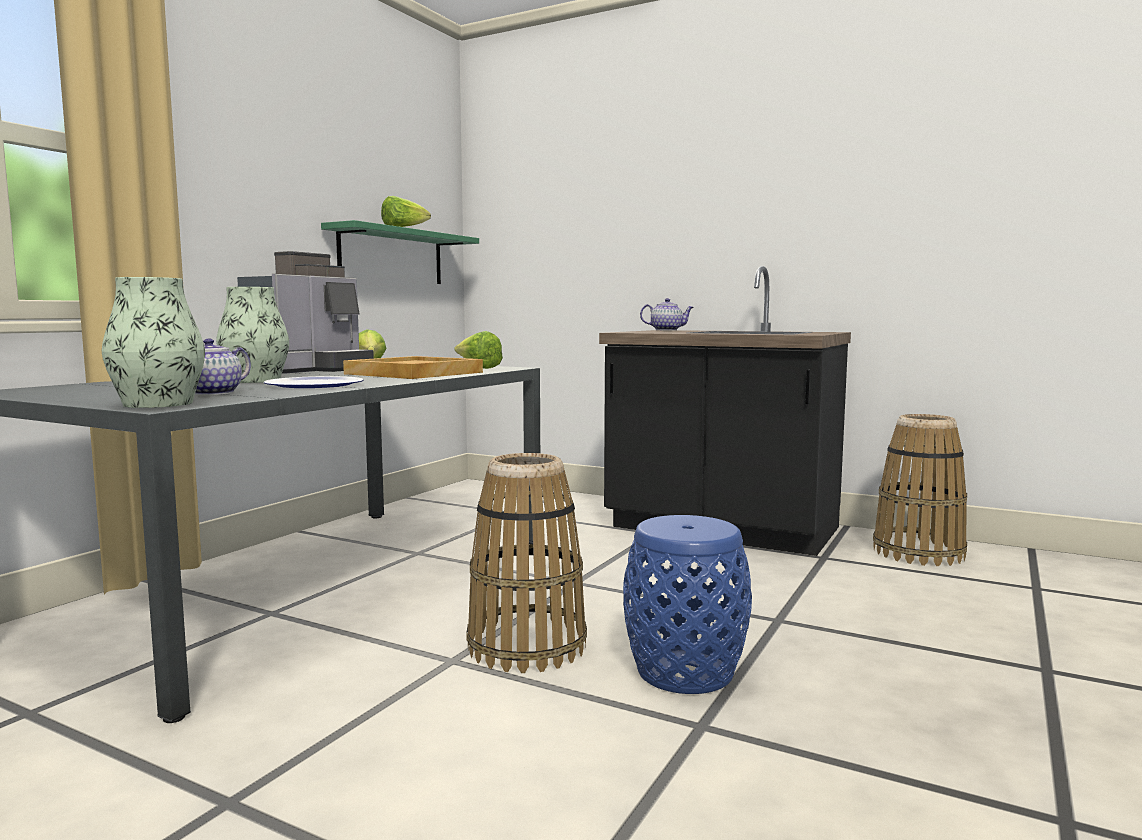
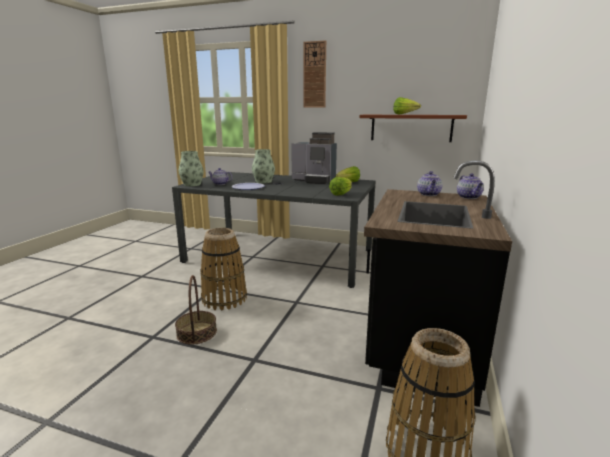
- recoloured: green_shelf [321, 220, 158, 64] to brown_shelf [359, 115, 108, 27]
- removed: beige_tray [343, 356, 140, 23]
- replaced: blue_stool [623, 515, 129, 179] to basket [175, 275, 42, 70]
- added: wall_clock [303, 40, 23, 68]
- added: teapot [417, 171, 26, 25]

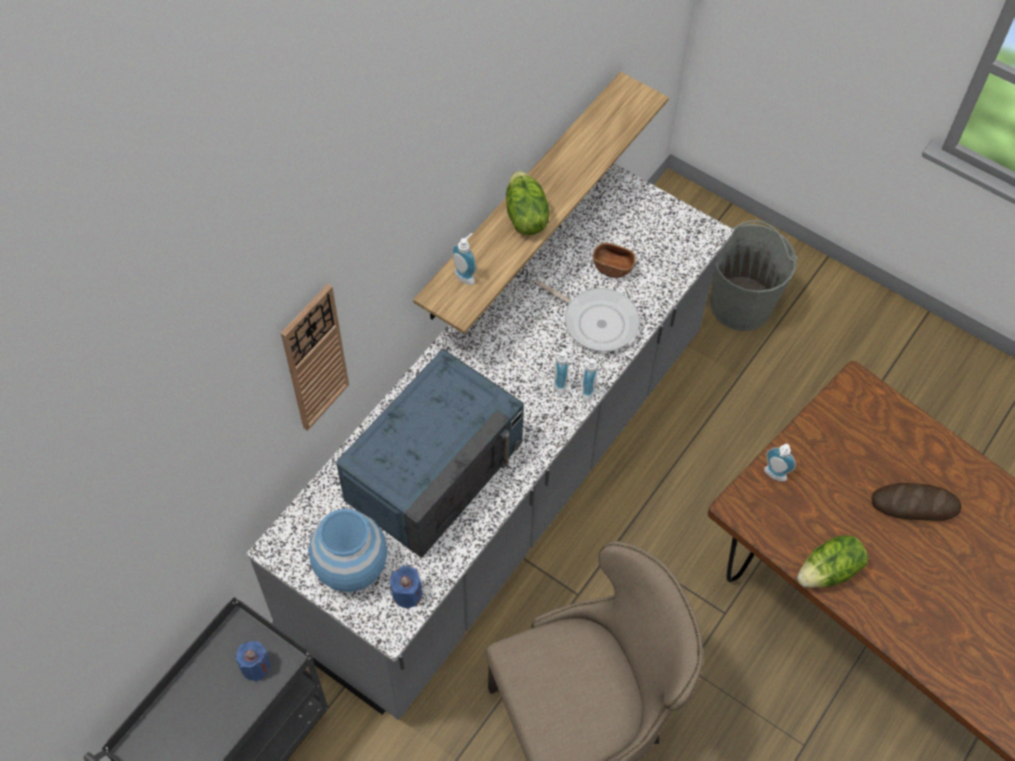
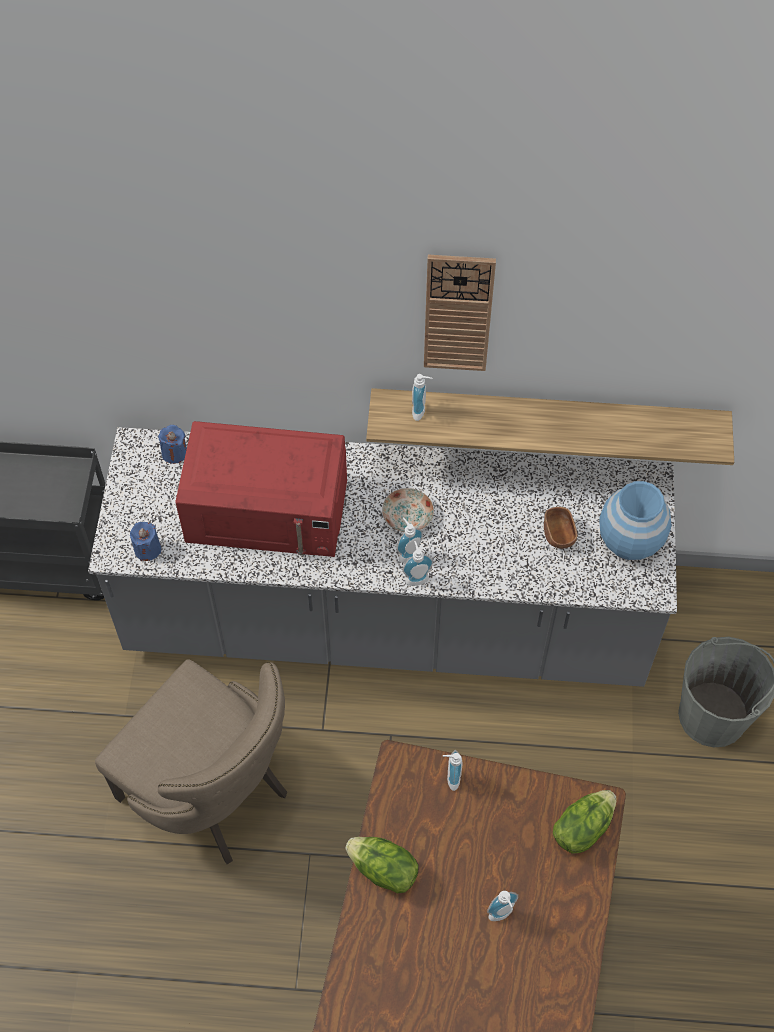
- moved: blue_candle [235, 641, 35, 41] to [158, 425, 29, 39]
- moved: wall_clock [281, 284, 68, 147] to [424, 255, 72, 116]
- moved: blue_vase [308, 508, 80, 84] to [599, 481, 72, 79]
- recoloured: blue_microwave [336, 349, 188, 209] to red_microwave [175, 421, 172, 136]
- moved: lettuce [506, 171, 44, 64] to [553, 790, 64, 63]
- removed: frying_pan [536, 280, 104, 72]
- replaced: bread [872, 483, 89, 38] to soap_dispenser [487, 891, 31, 30]
- added: plate [382, 488, 52, 44]

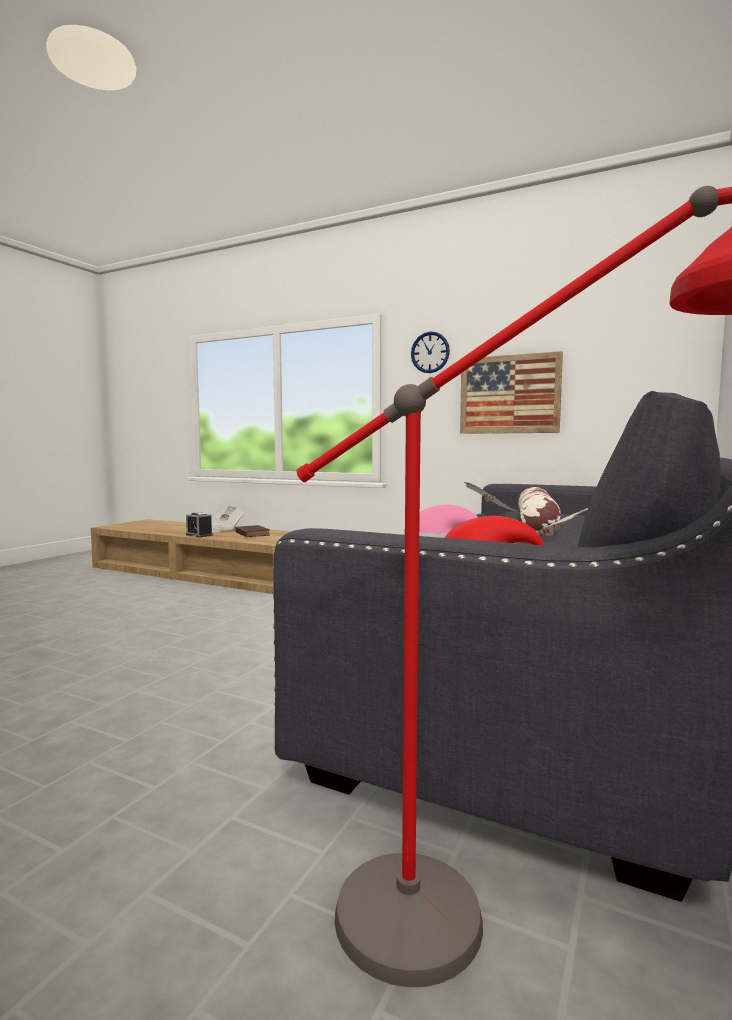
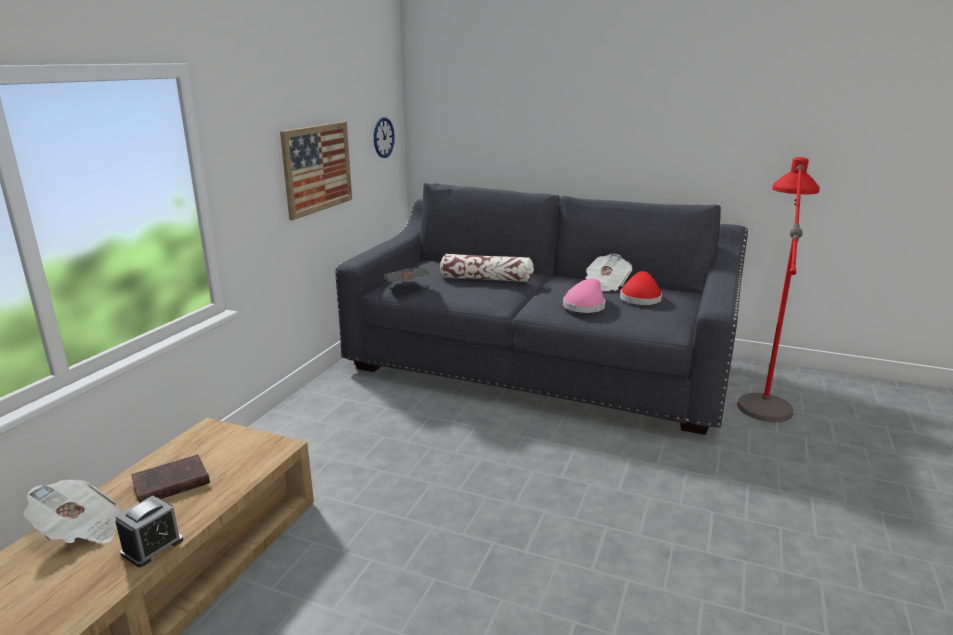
- moved: wall_clock [411, 331, 39, 42] to [374, 117, 21, 41]

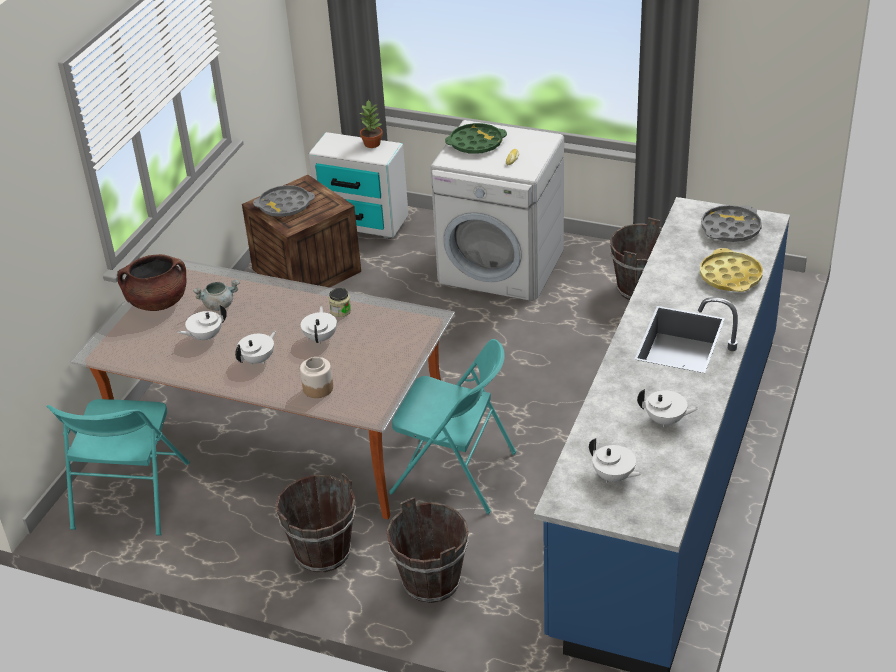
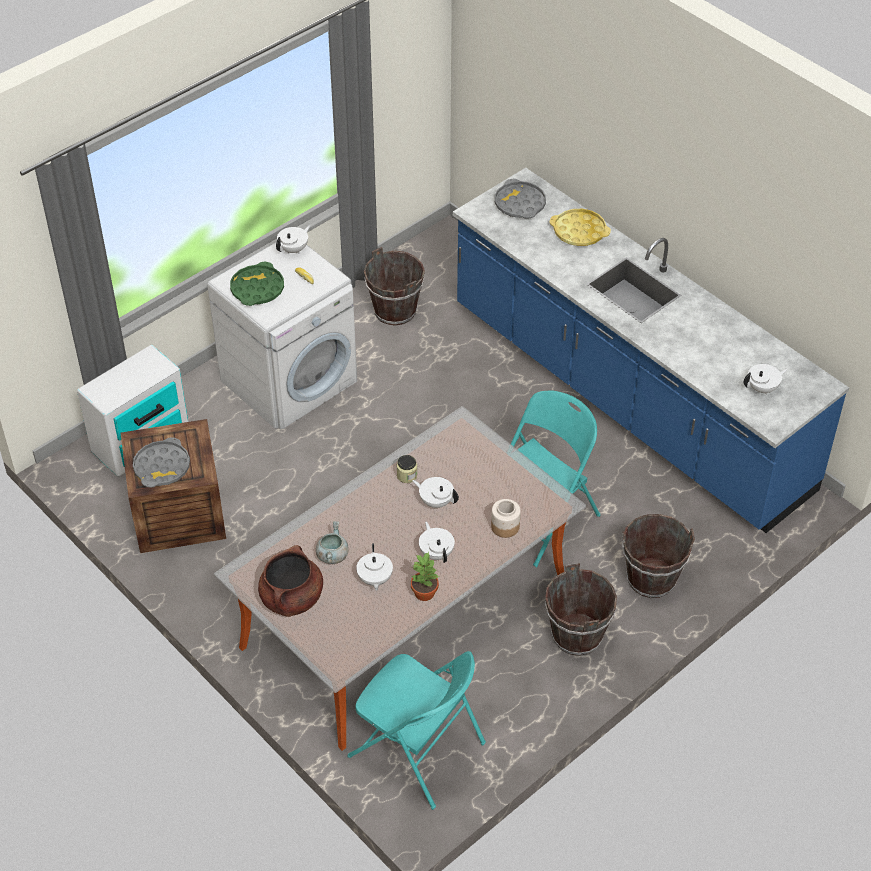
- moved: potted_plant [359, 99, 24, 49] to [411, 552, 29, 49]
- moved: white_teapot [637, 389, 62, 39] to [276, 225, 34, 28]

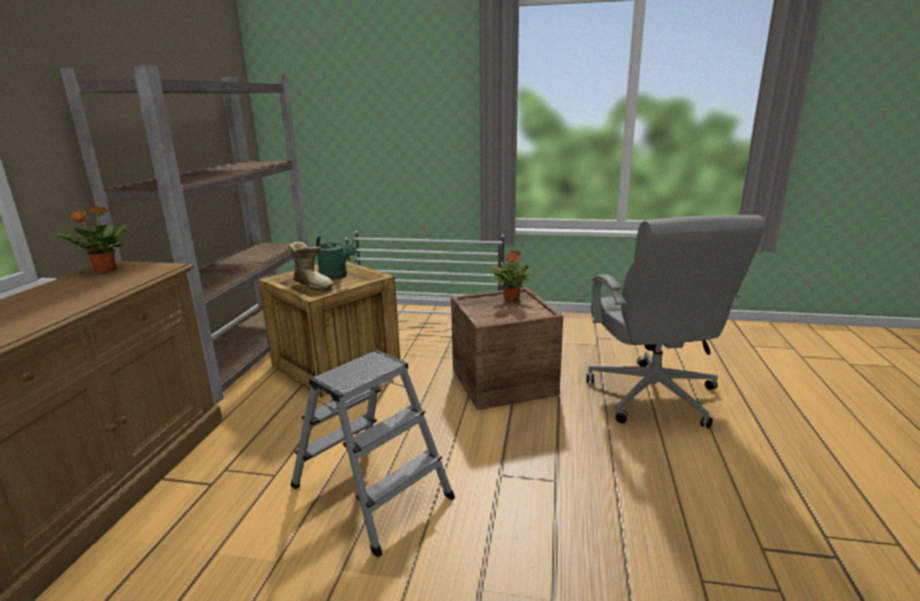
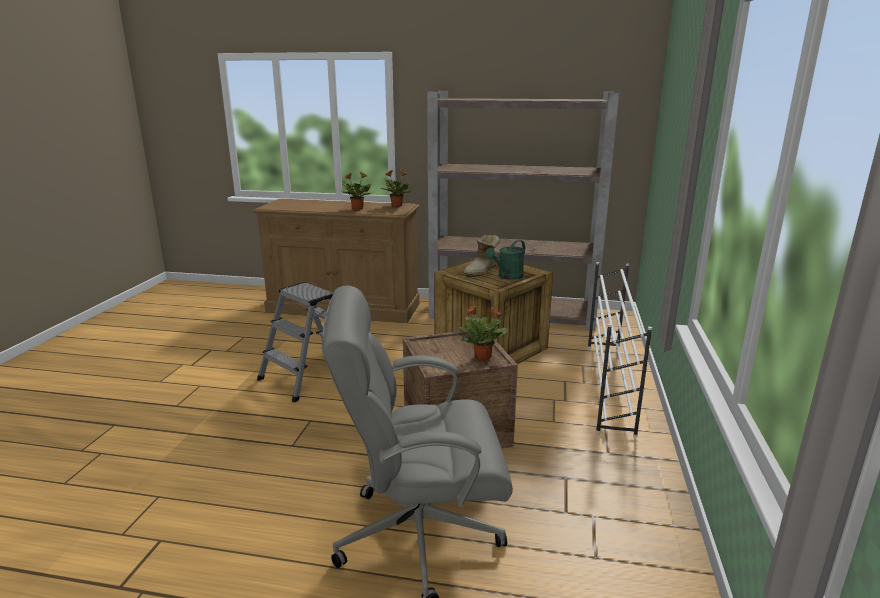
- added: potted_plant [343, 171, 28, 39]

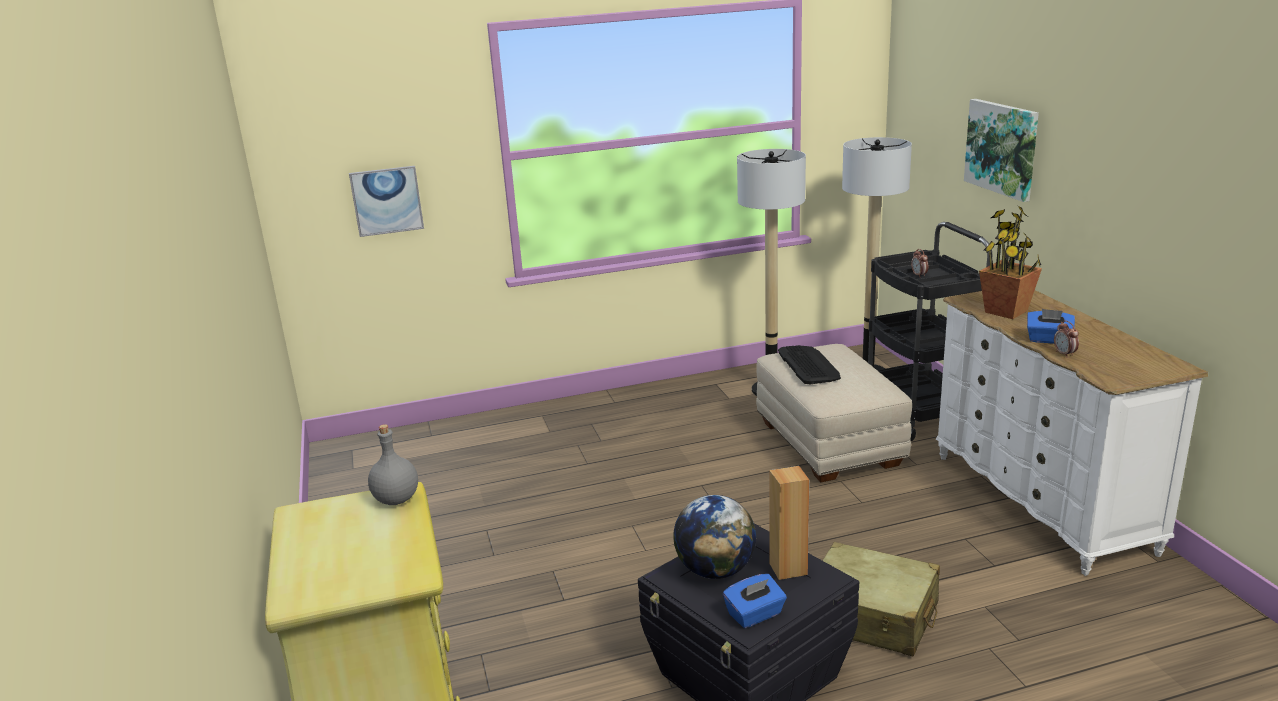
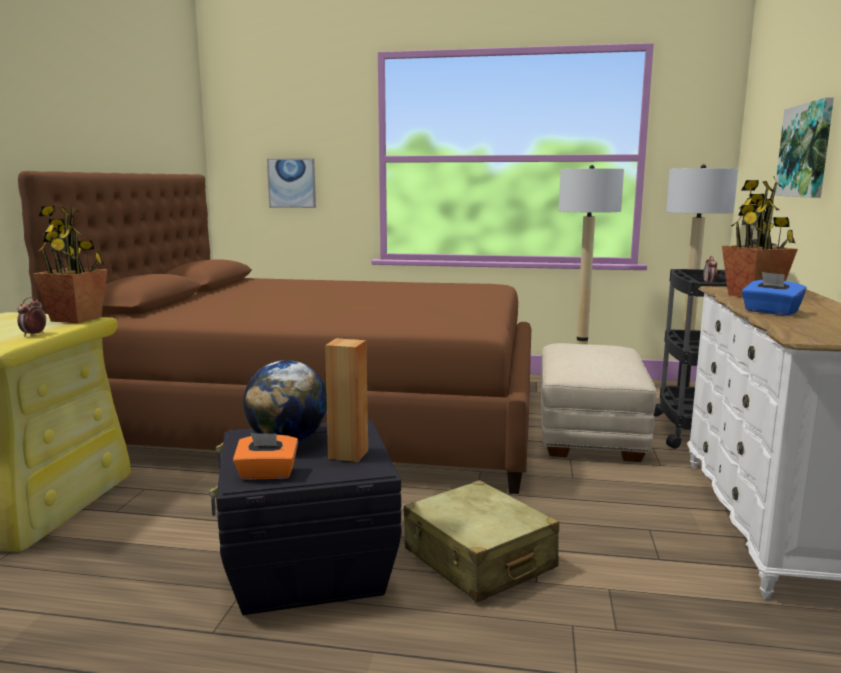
- replaced: grey_bottle [368, 424, 50, 81] to potted_plant [33, 202, 75, 121]
- recoloured: blue_tissue_box [723, 574, 64, 54] to orange_tissue_box [233, 433, 65, 47]
- removed: keyboard [778, 345, 63, 39]
- moved: alarm_clock [1054, 321, 25, 37] to [17, 297, 29, 40]
- added: brown_bed [18, 171, 513, 323]

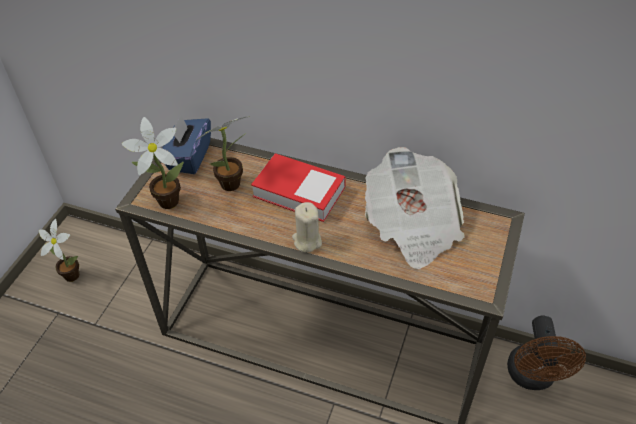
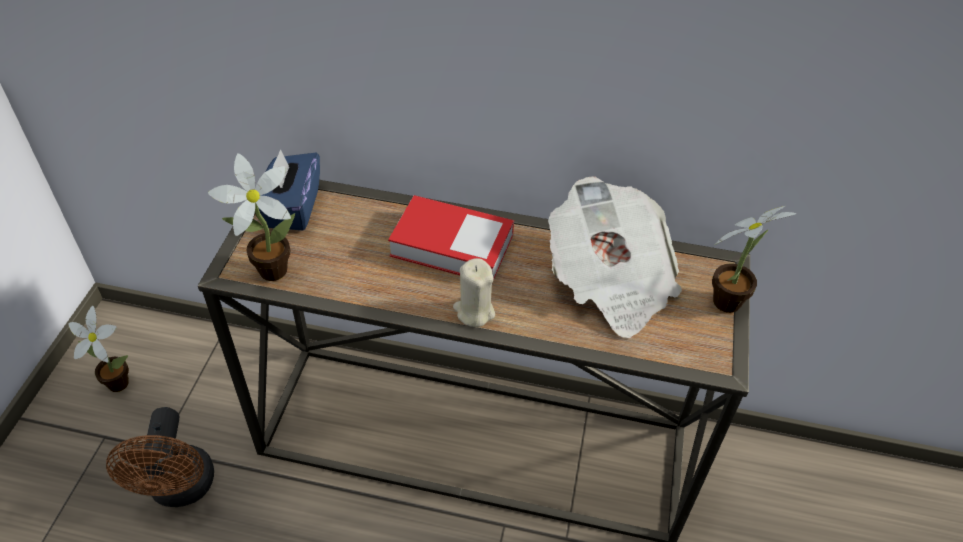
- moved: potted_plant [198, 116, 52, 75] to [712, 206, 84, 107]
- moved: brown_fan [507, 316, 79, 74] to [106, 407, 108, 100]

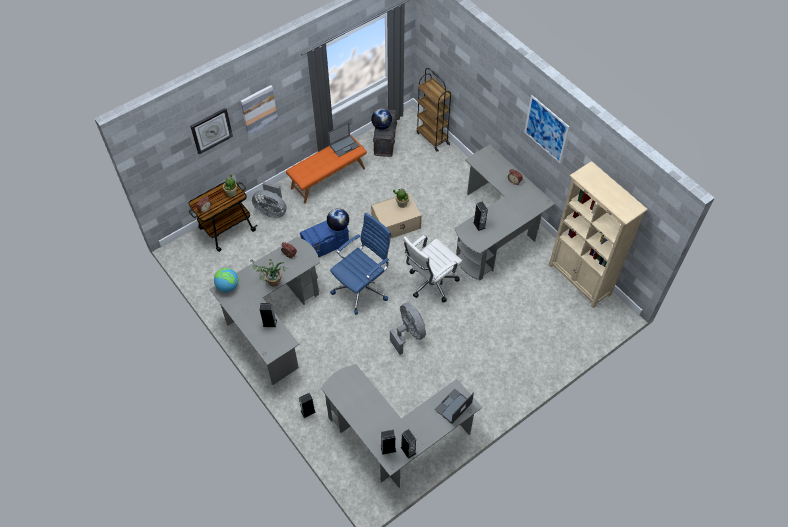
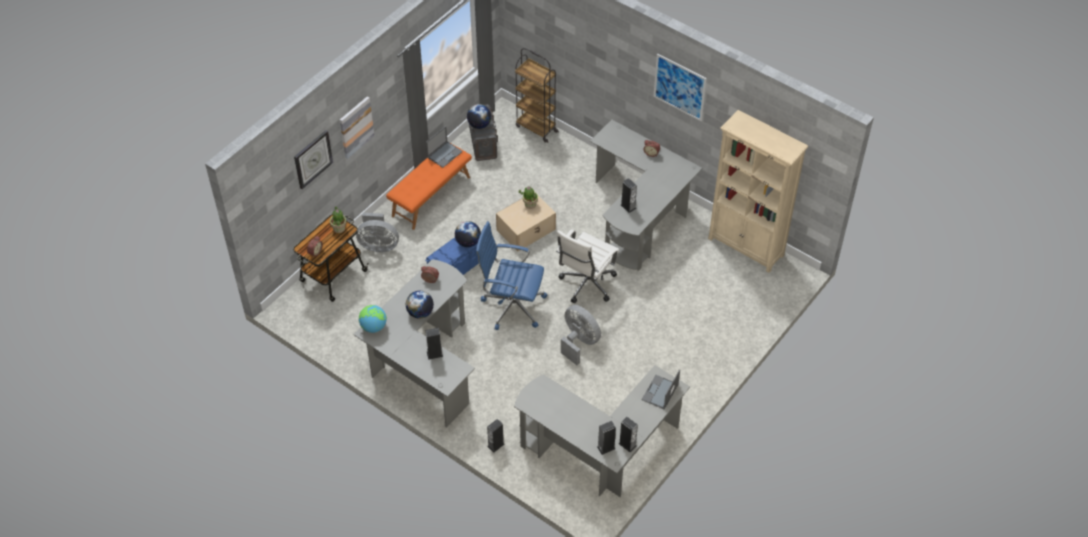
- replaced: potted_plant [250, 259, 40, 28] to globe [406, 291, 28, 28]
- turned: blue_office_chair [330, 213, 61, 102] = [476, 221, 72, 109] 105 degrees counterclockwise

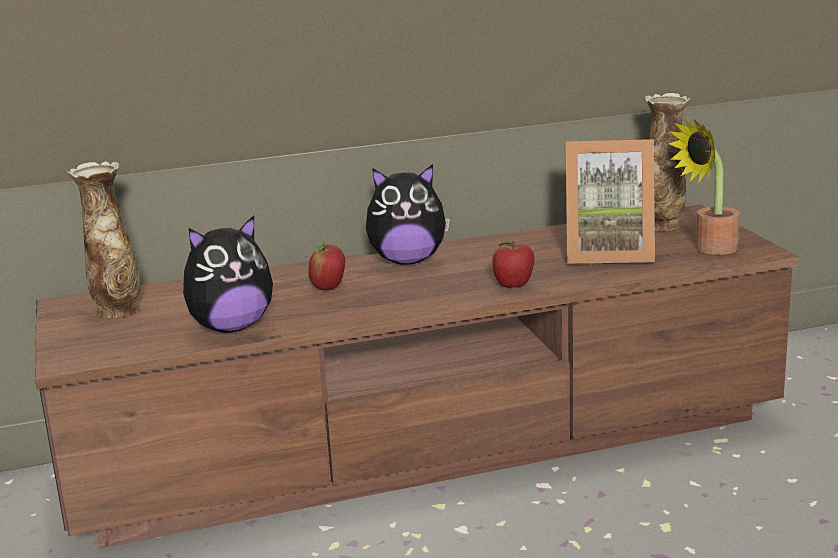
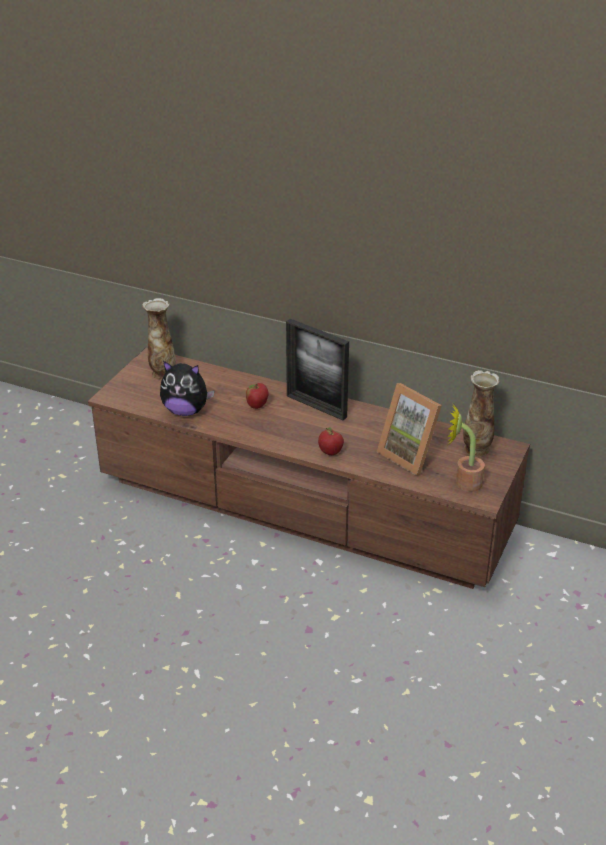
- replaced: plush_toy [366, 164, 84, 101] to picture_frame [286, 319, 63, 101]

